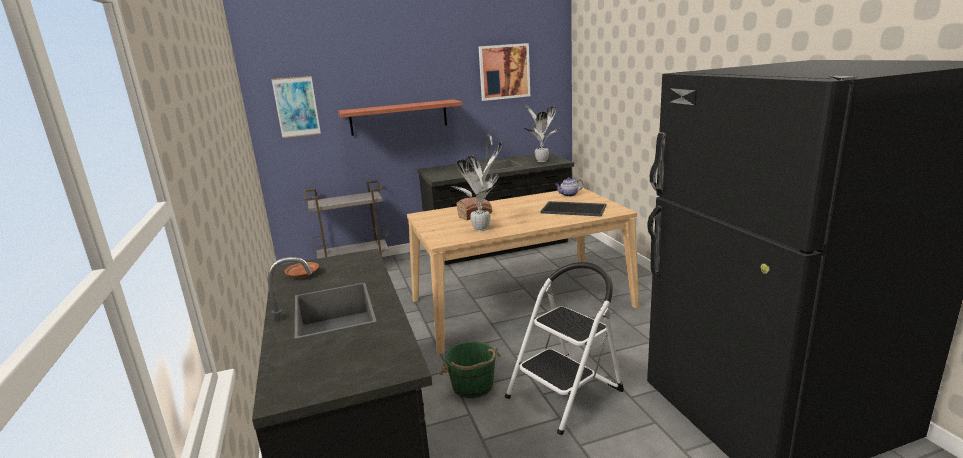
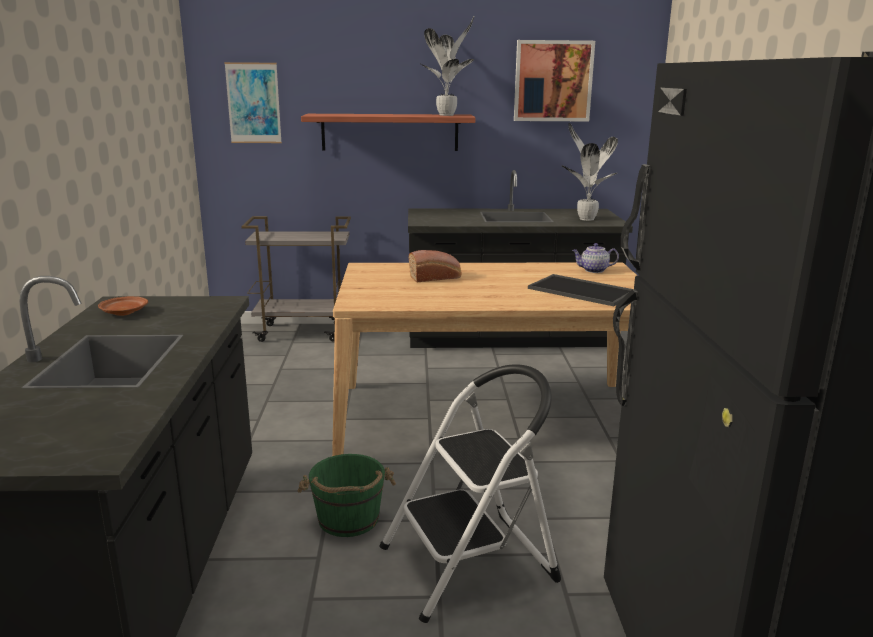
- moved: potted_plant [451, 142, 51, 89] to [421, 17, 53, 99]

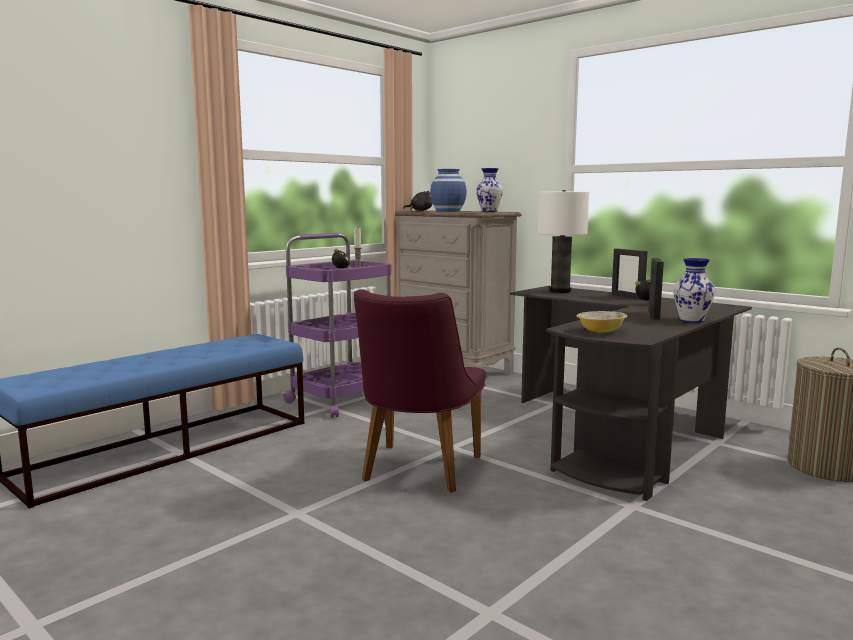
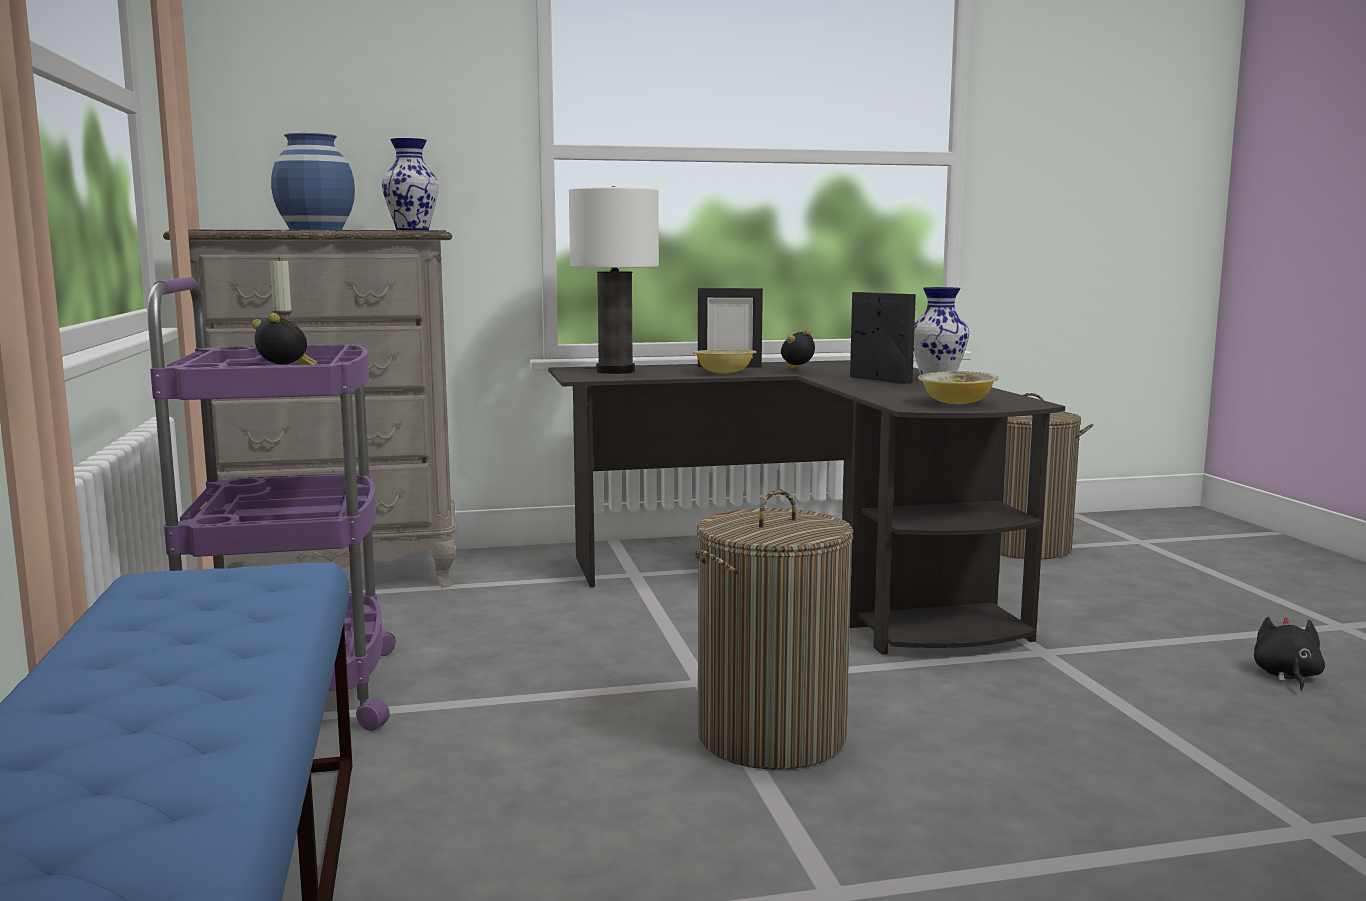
- replaced: purple_chair [354, 289, 132, 203] to laundry_basket [695, 490, 158, 280]
- moved: black_plush_toy [403, 191, 30, 20] to [1254, 617, 71, 74]
- added: bowl [693, 350, 63, 23]

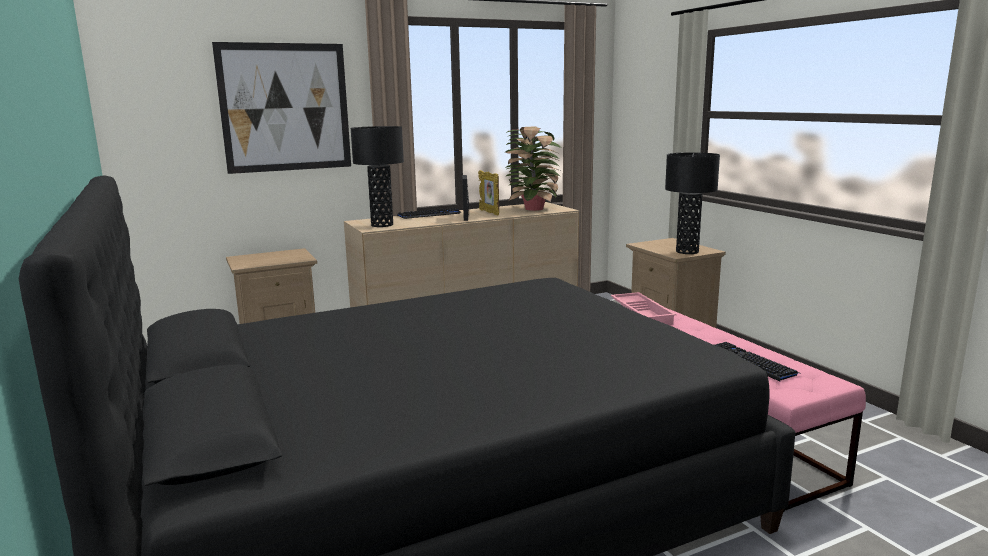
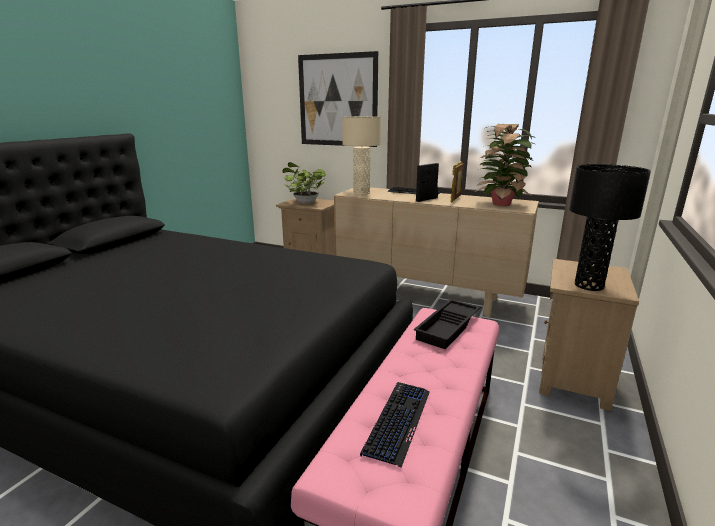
- recoloured: black_table_lamp [351, 126, 53, 101] to beige_table_lamp [342, 116, 39, 79]
- recoloured: pink_tray [611, 292, 65, 33] to black_tray [414, 299, 66, 50]
- added: potted_plant [283, 162, 43, 43]

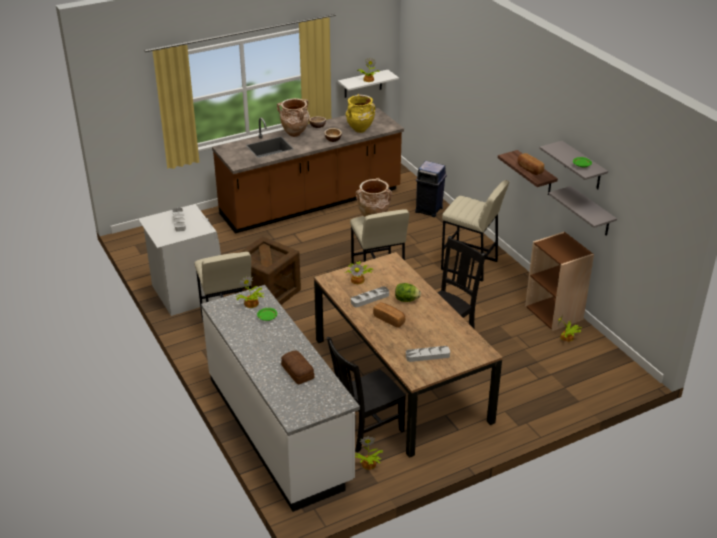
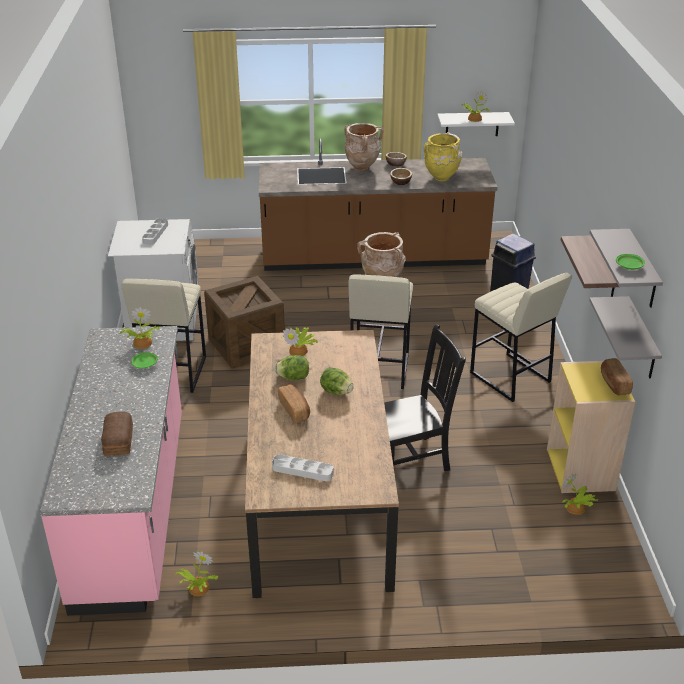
- recoloured: white_counter [201, 285, 159, 227] to pink_counter [40, 326, 142, 290]
- removed: black_chair [327, 337, 79, 116]
- replaced: grey_tray [351, 286, 38, 21] to lettuce [275, 355, 34, 25]
- moved: bread [517, 153, 27, 22] to [601, 358, 32, 37]
- recoloured: brown_bookcase [525, 232, 69, 99] to yellow_bookcase [547, 361, 88, 132]

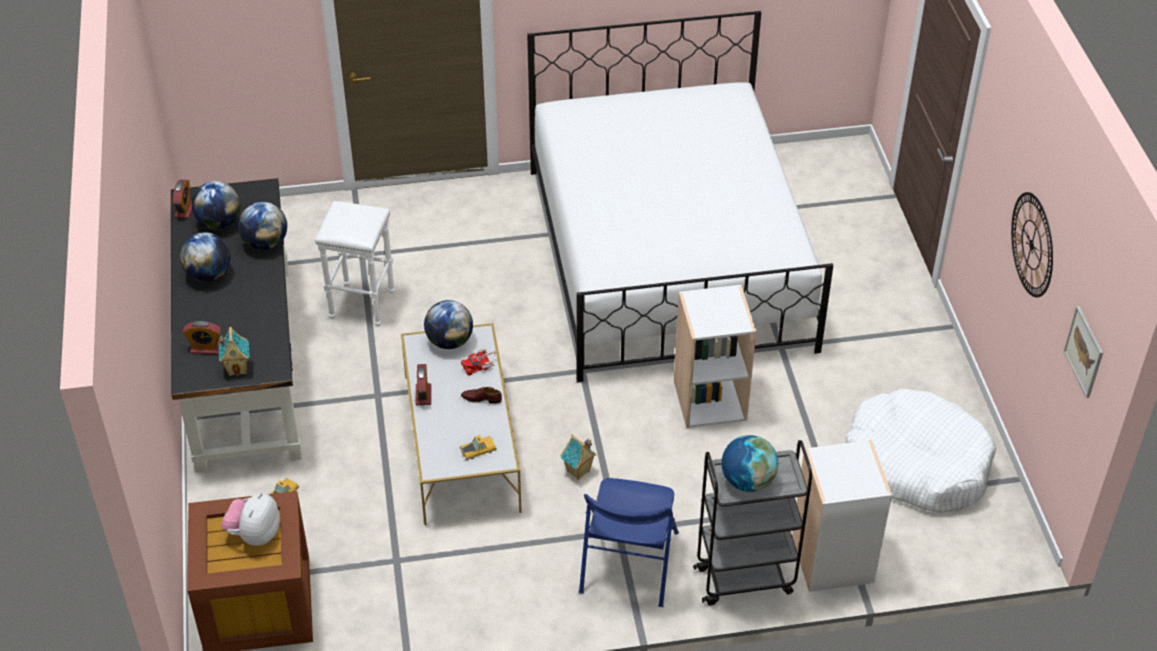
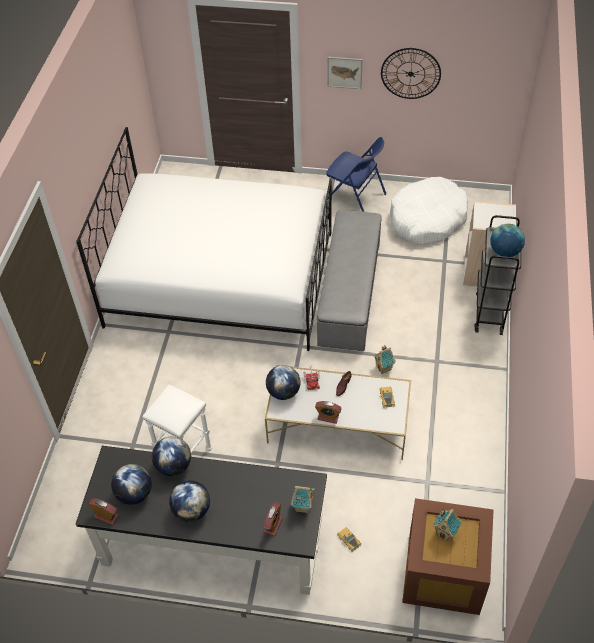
- replaced: plush_toy [221, 493, 58, 53] to toy_house [433, 508, 29, 33]
- moved: blue_chair [579, 478, 100, 129] to [327, 137, 60, 75]
- replaced: bookcase [674, 285, 82, 143] to grey_bench [317, 210, 65, 141]
- moved: picture [1064, 306, 39, 92] to [327, 57, 36, 32]

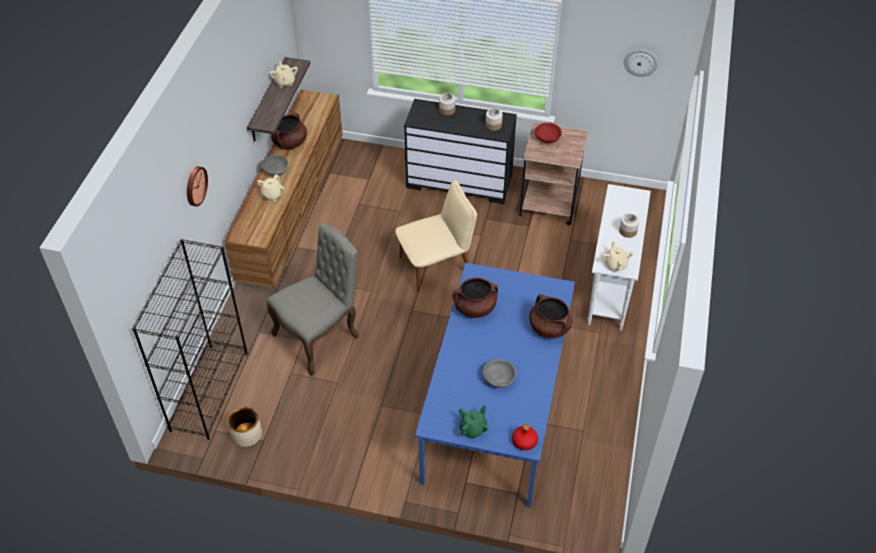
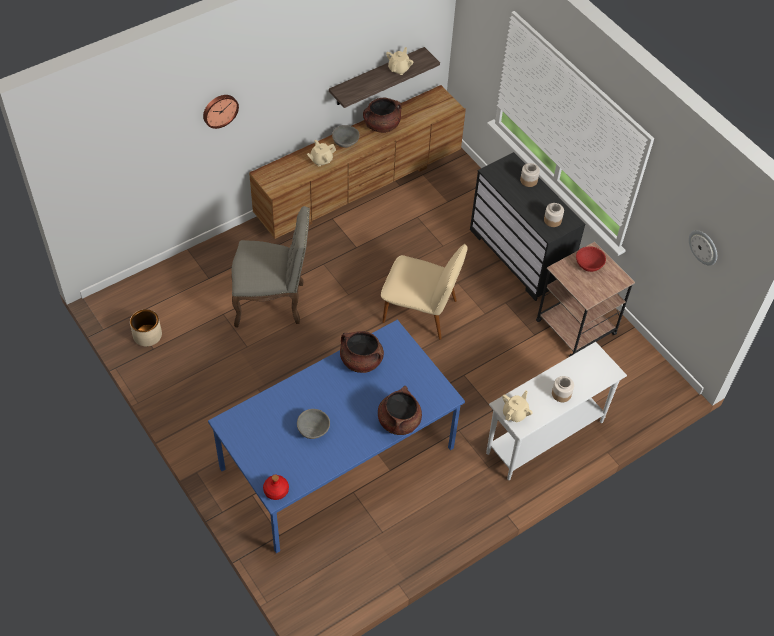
- removed: black_bookcase [132, 239, 116, 201]
- removed: green_teapot [459, 405, 30, 33]

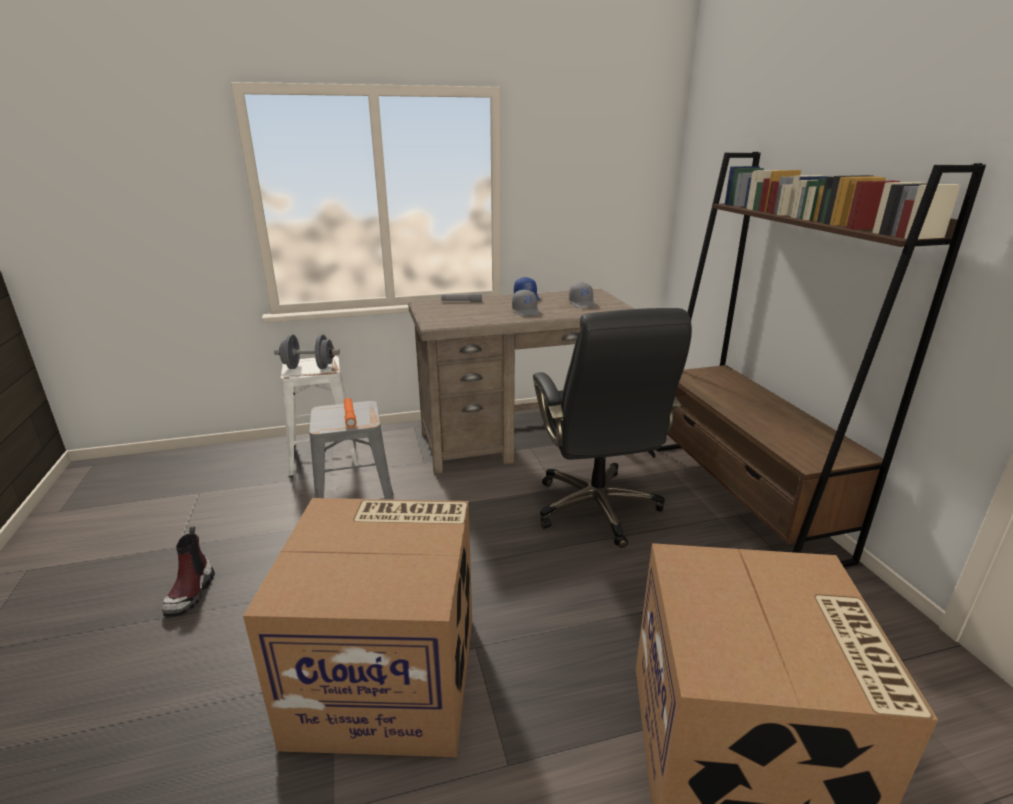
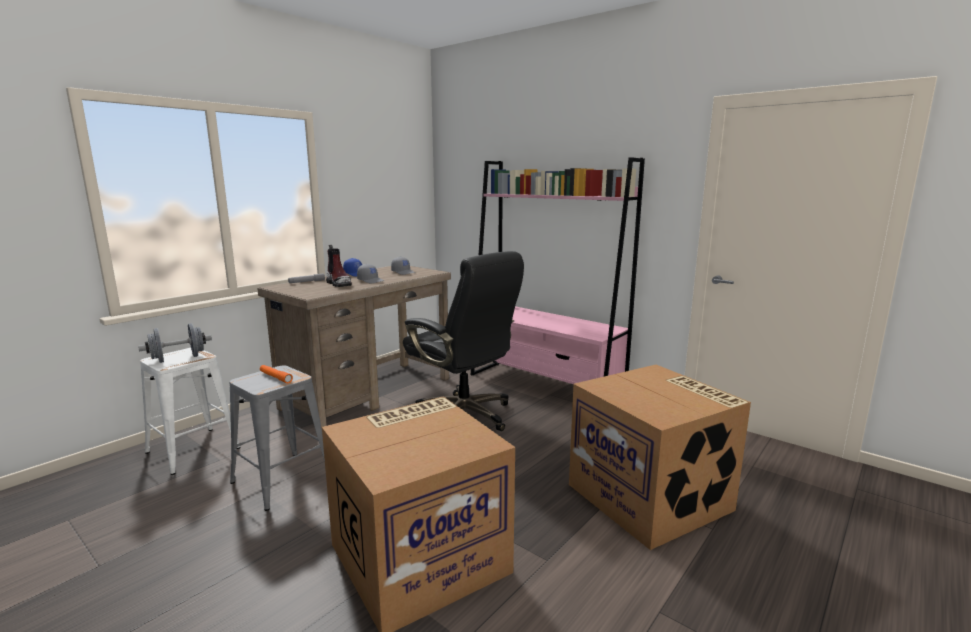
- moved: boot [162, 526, 53, 91] to [326, 245, 26, 42]
- recoloured: brown_bookcase [656, 152, 330, 416] to pink_bookcase [471, 157, 174, 227]

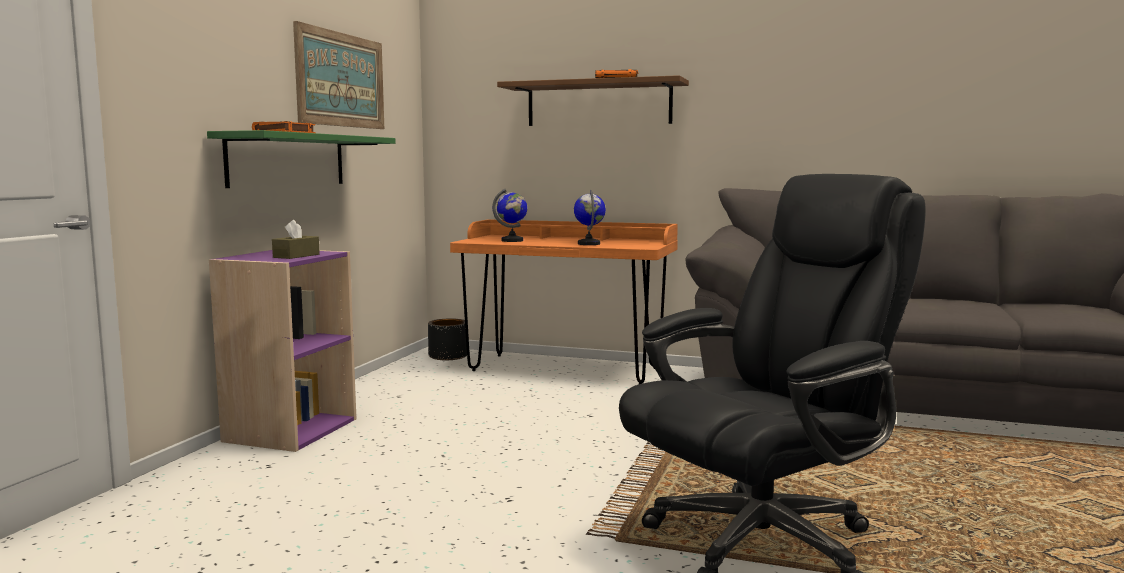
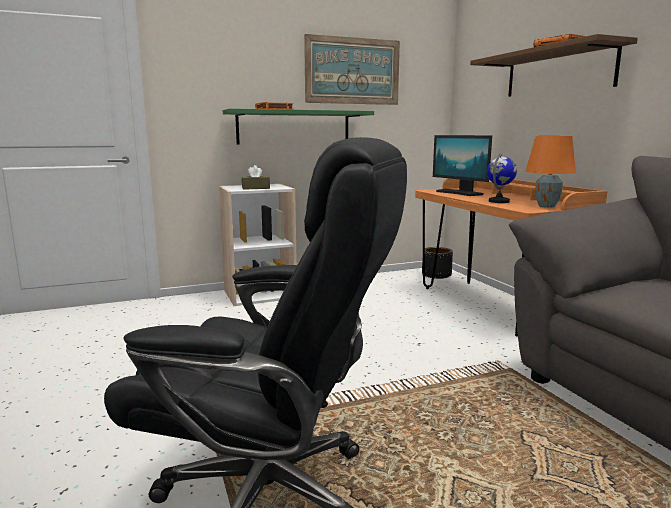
- recoloured: purple_bookcase [209, 250, 147, 202] to white_bookcase [219, 184, 78, 122]
- replaced: globe [492, 189, 35, 53] to monitor [433, 135, 59, 61]
- added: orange_table_lamp [525, 136, 51, 72]

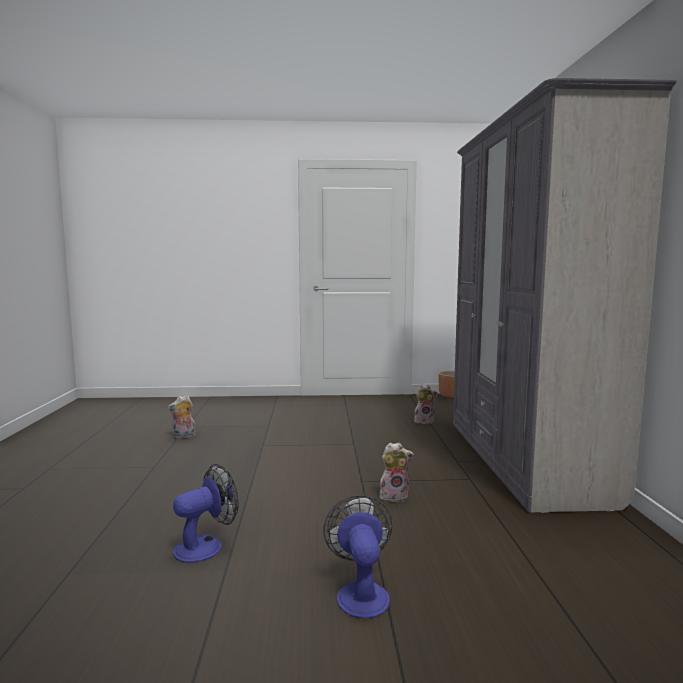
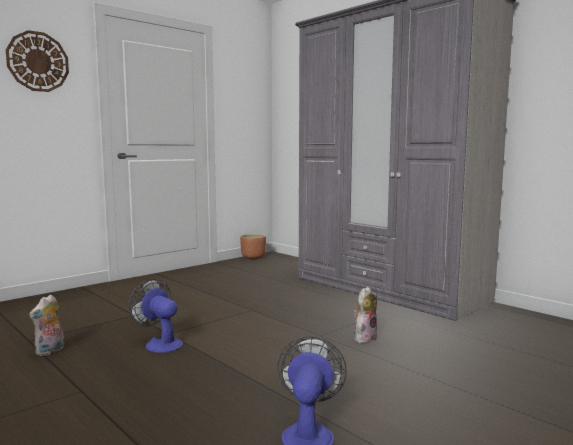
- moved: fan [323, 495, 70, 123] to [129, 278, 54, 75]
- removed: plush_toy [414, 384, 24, 40]
- added: wall_clock [6, 30, 63, 62]

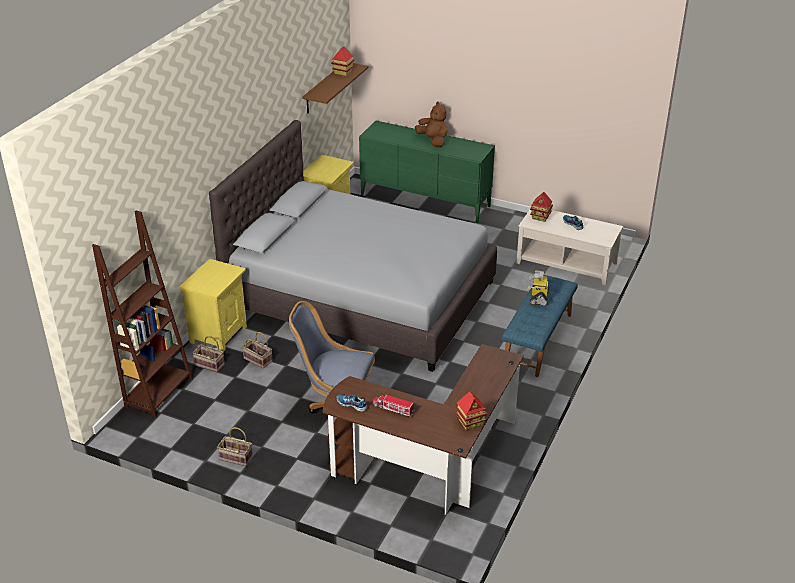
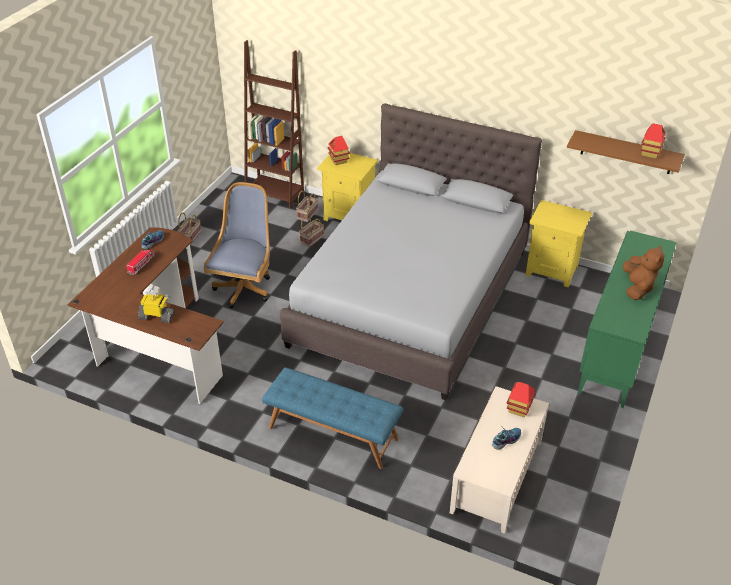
- turned: brown_plush_toy [415, 102, 32, 45] = [623, 246, 41, 54] 45 degrees counterclockwise
- moved: toy_house [455, 391, 33, 39] to [328, 136, 22, 29]
- moved: toy_robot [528, 270, 21, 36] to [138, 285, 36, 38]

